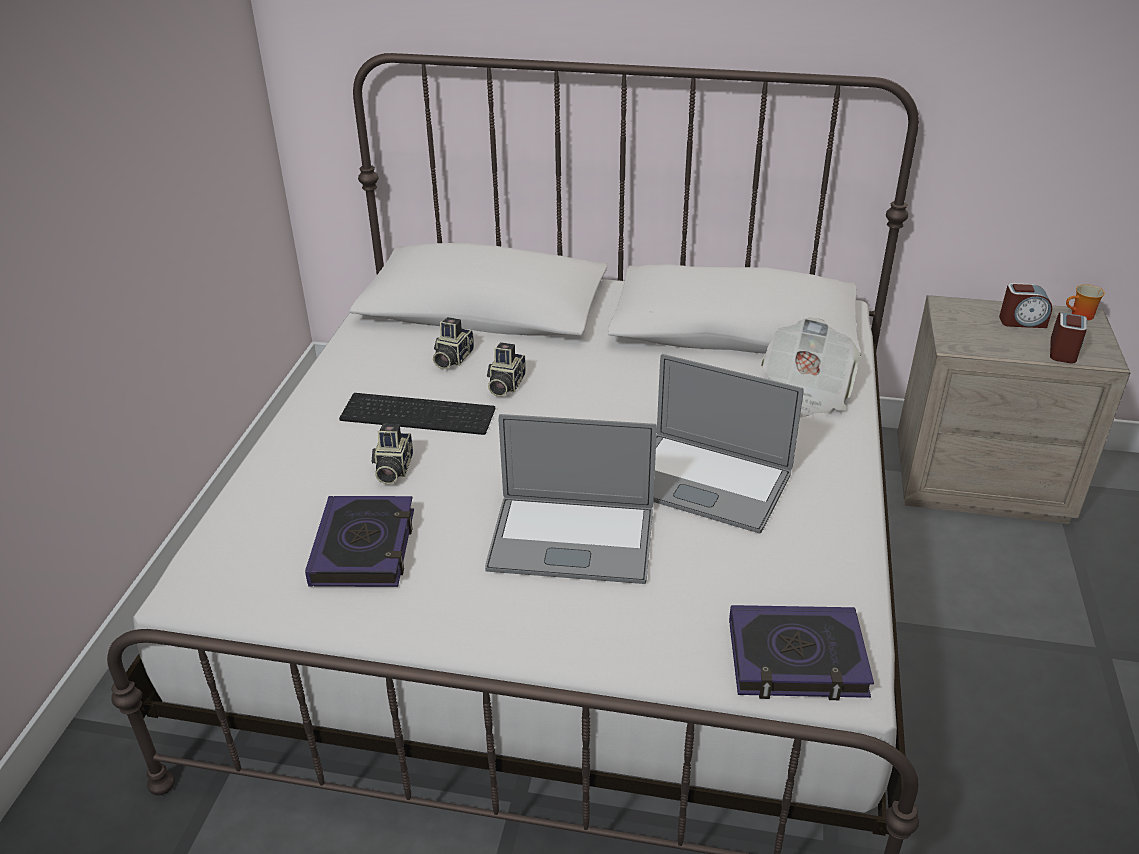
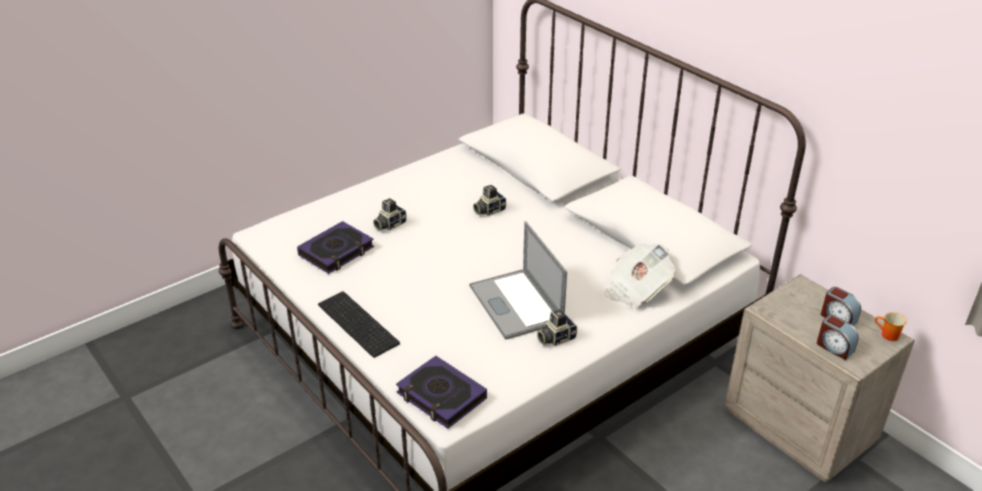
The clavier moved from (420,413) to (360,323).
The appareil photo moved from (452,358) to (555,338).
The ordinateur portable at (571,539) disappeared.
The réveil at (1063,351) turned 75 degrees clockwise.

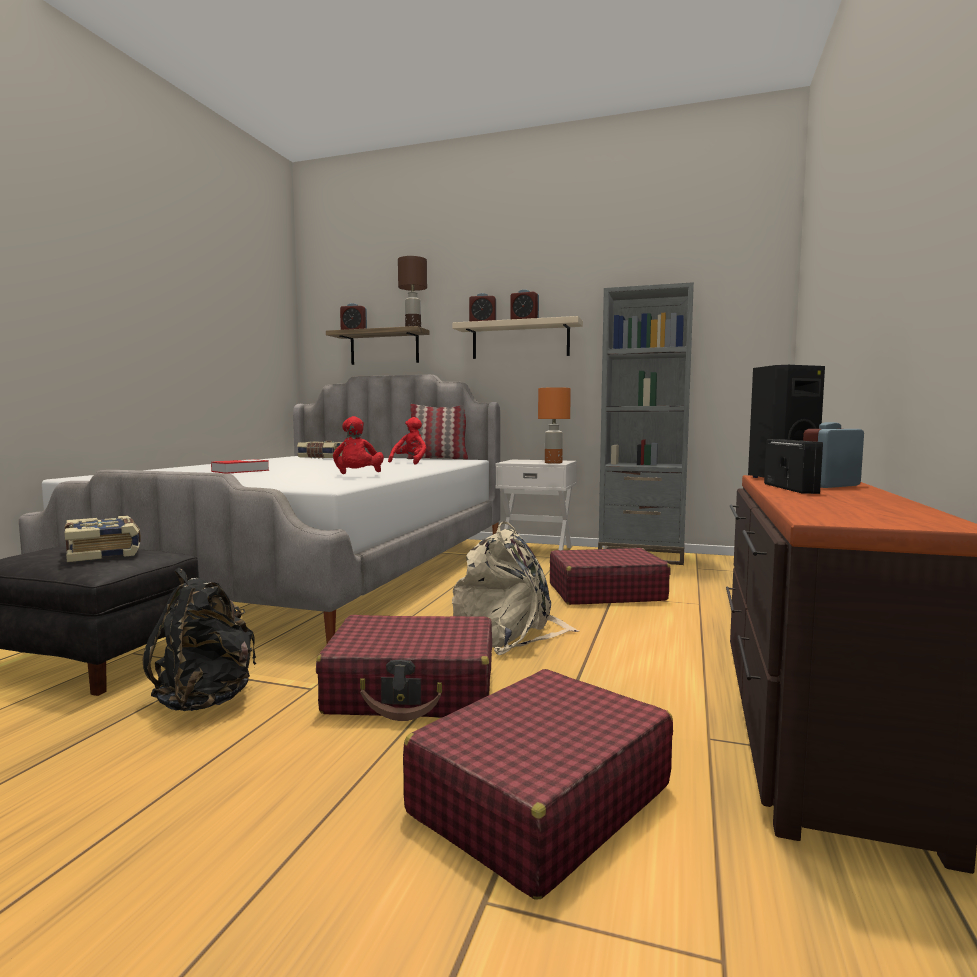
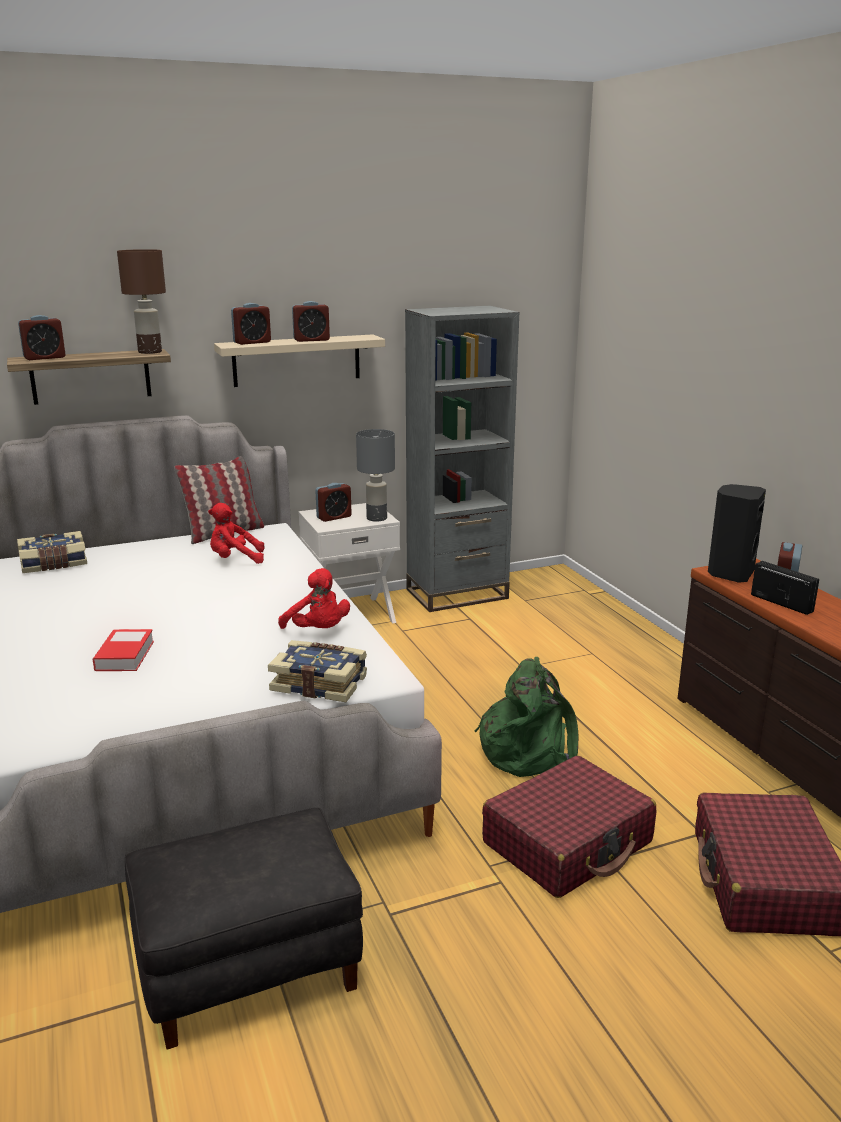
The livre moved from (105,553) to (320,683).
The sac à dos [noir] at (206,699) disappeared.
The peluche [rouge] at (410,463) turned 75 degrees counterclockwise.
The sac à dos [beige] at (510,635) became the sac à dos [vert] at (529,751).
The lampe de table [orange] at (552,463) became the lampe de table [gris] at (376,518).
The valise [rouge] at (605,592) disappeared.
The réveil at (334,517) appeared.

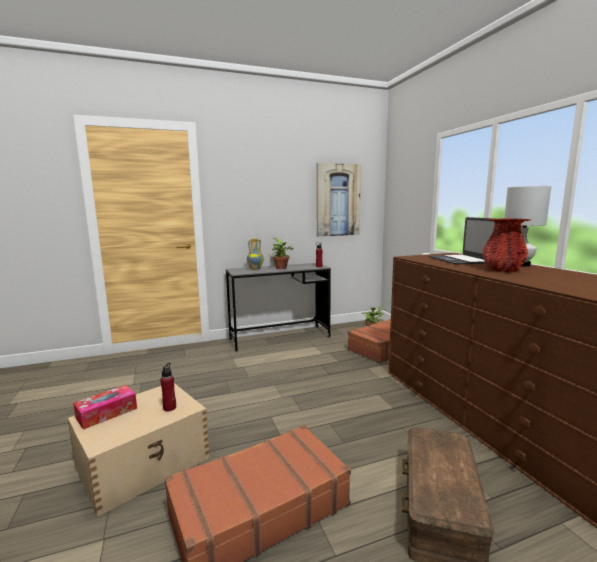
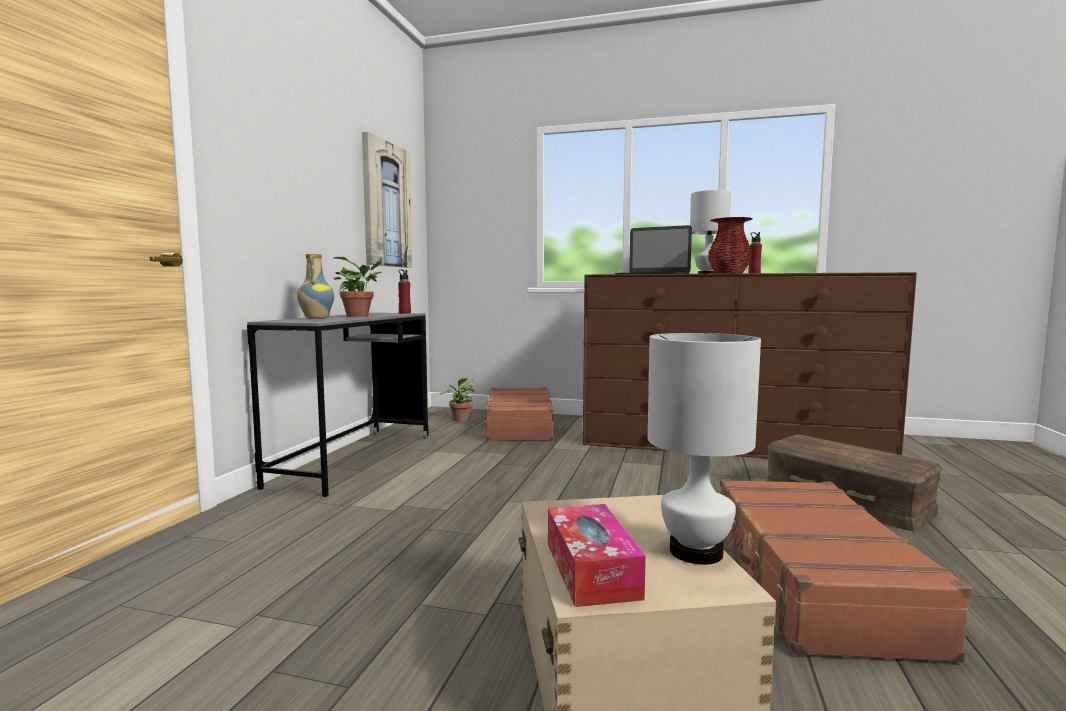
The bouteille [rouge] moved from (169,408) to (754,275).
The lampe de table [blanc] at (695,551) appeared.

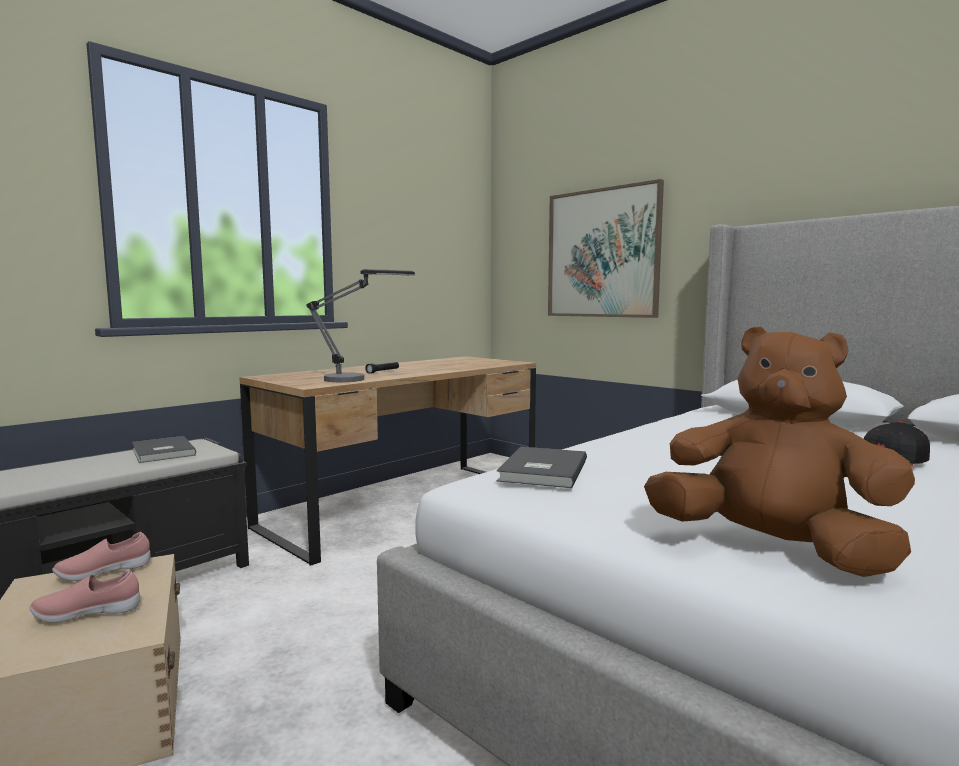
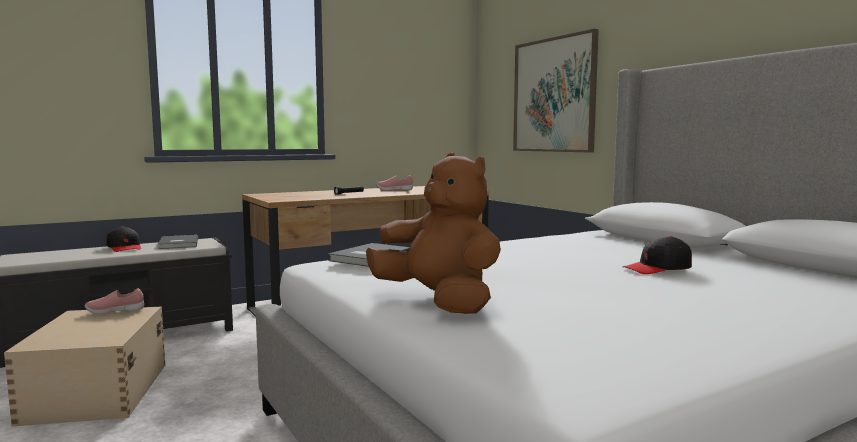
The chaussure [rose] moved from (88,614) to (394,190).
The lampe de table at (357,379) disappeared.
The casquette [noir] at (125,248) appeared.

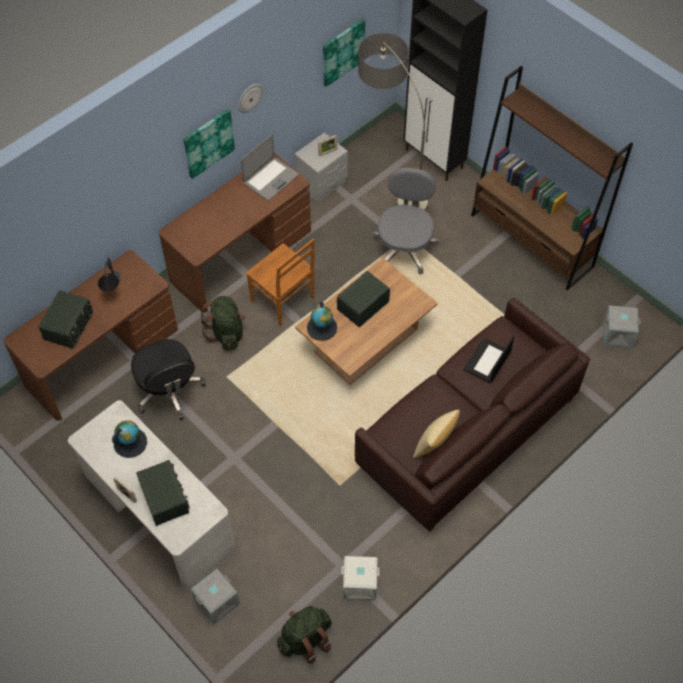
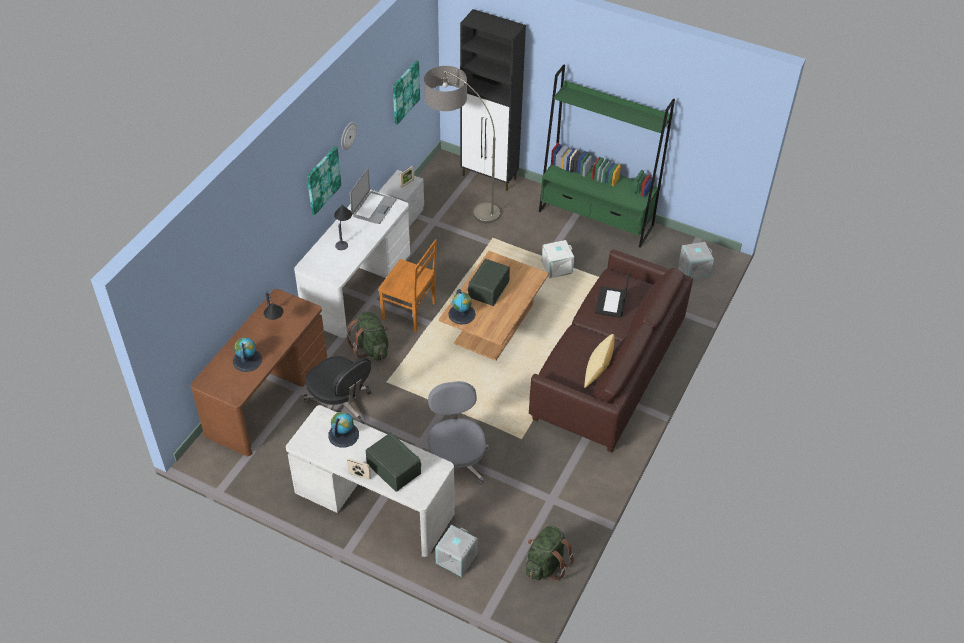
The radio at (69,326) was replaced by the globe at (247,360).
The bureau [marron] at (240,255) became the bureau [blanc] at (357,286).
The boîte de rangement [blanc] moved from (359,584) to (556,268).
The chaise de bureau [gris] moved from (404,247) to (456,462).
The bibliothèque [marron] at (532,241) became the bibliothèque [vert] at (596,219).
The lampe de table at (343,236) appeared.

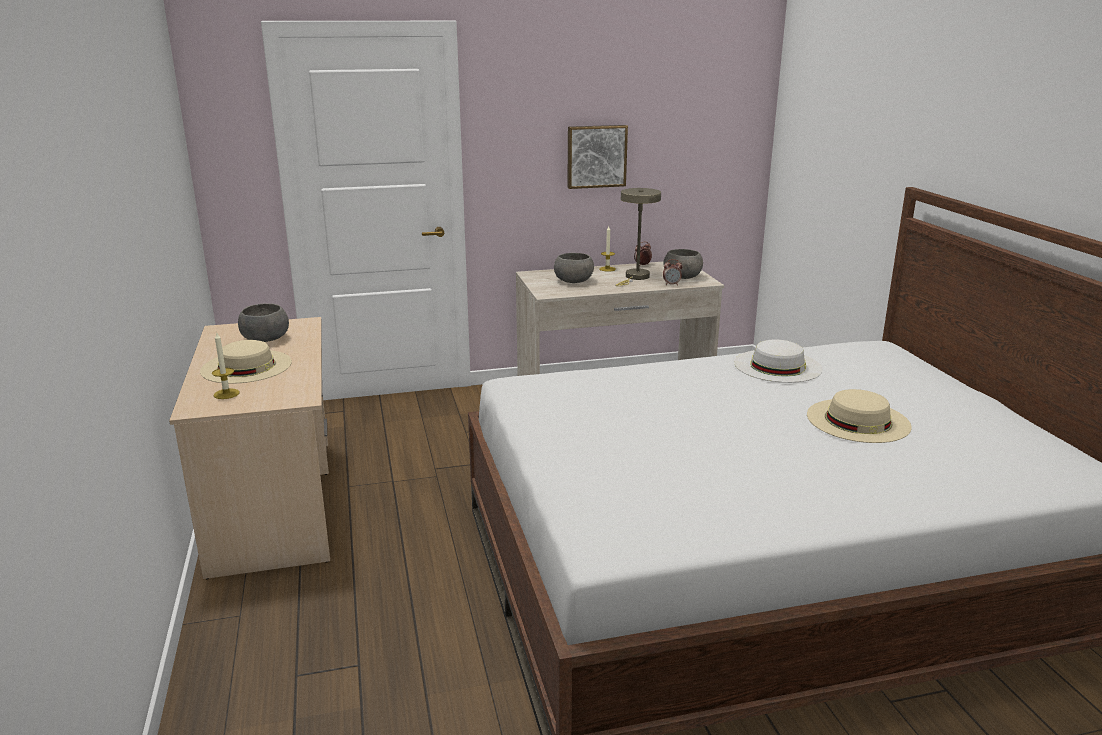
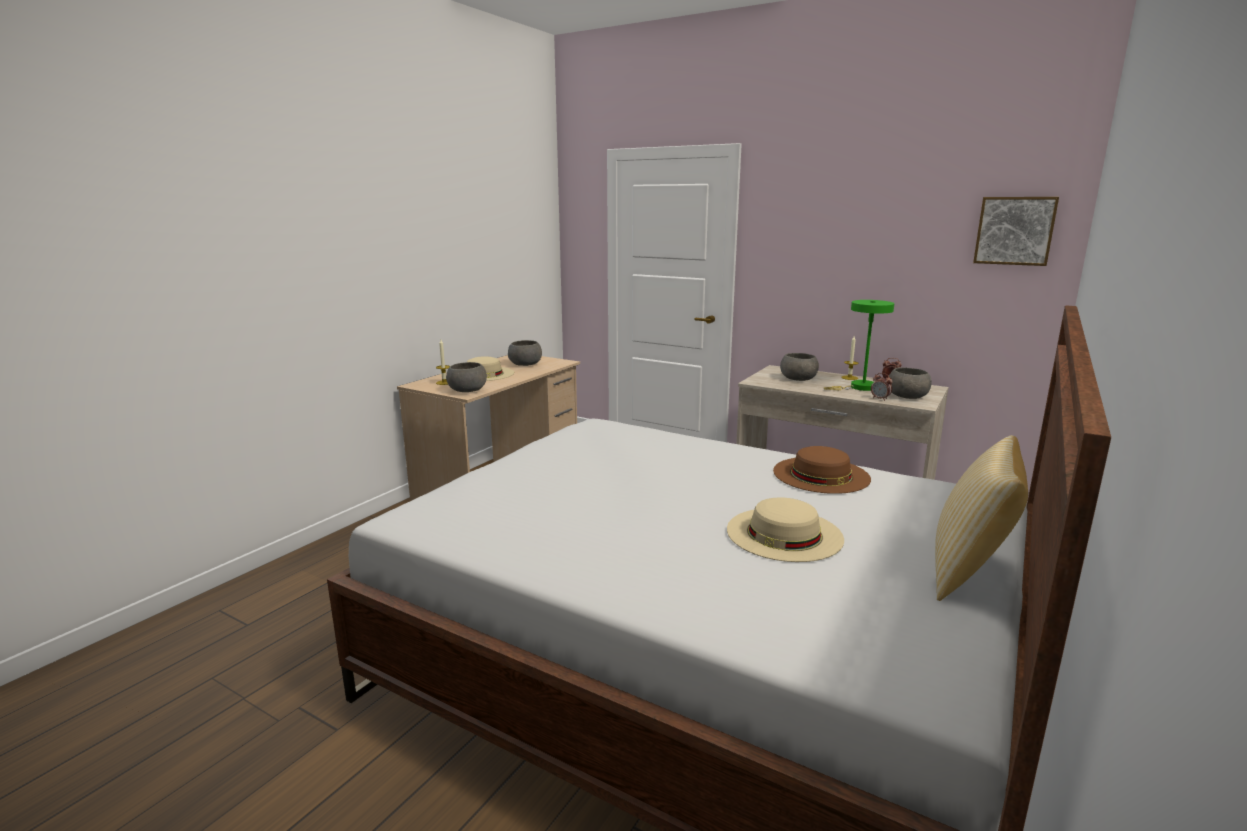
The tableau moved from (596,156) to (1014,230).
The lampe de table [beige] at (635,277) became the lampe de table [vert] at (859,388).
The chapeau [blanc] at (777,366) became the chapeau [marron] at (821,474).
The bol [gris] at (467,390) appeared.
The coussin at (969,572) appeared.

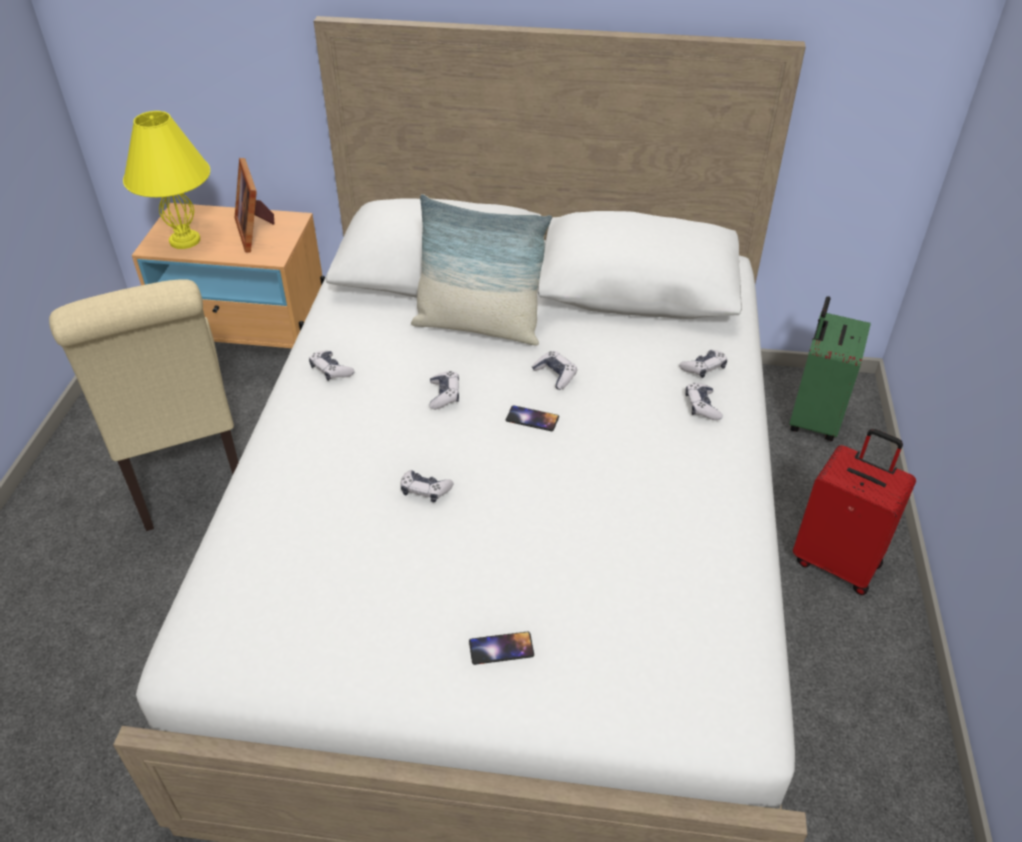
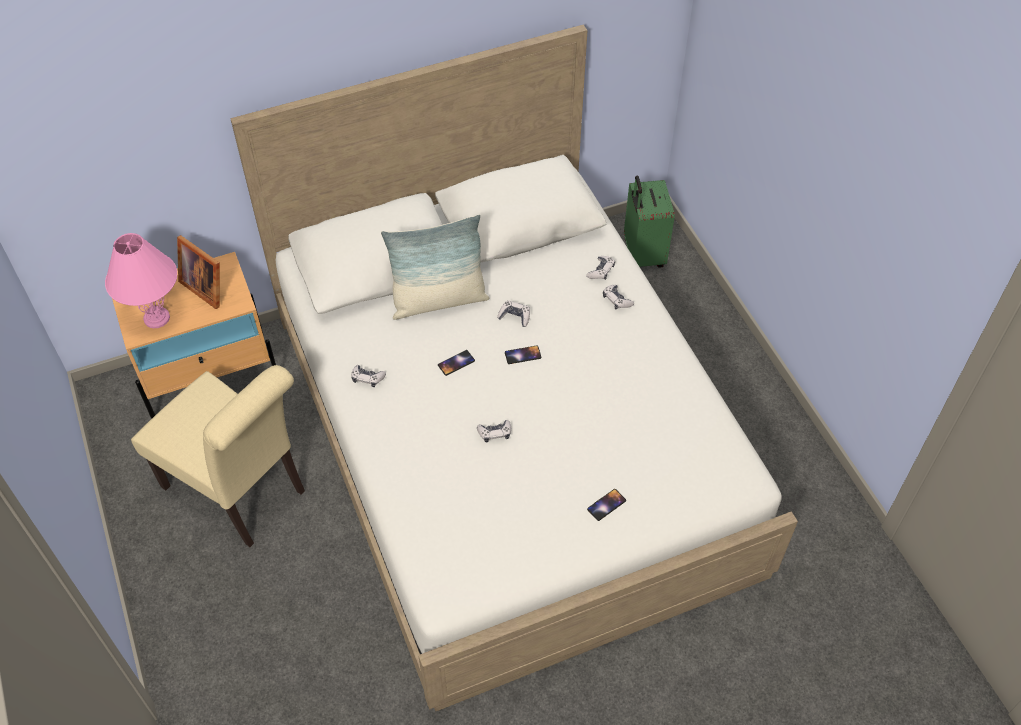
The lampe de table [jaune] at (185,240) became the lampe de table [rose] at (157,318).
The manette at (444,395) was replaced by the téléphone at (456,363).
The valise [rouge] at (837,561) disappeared.

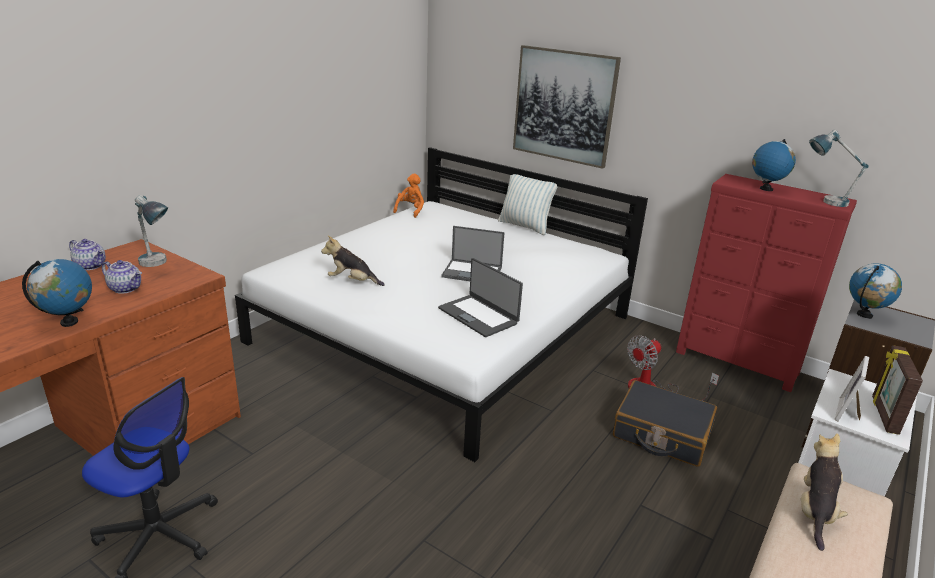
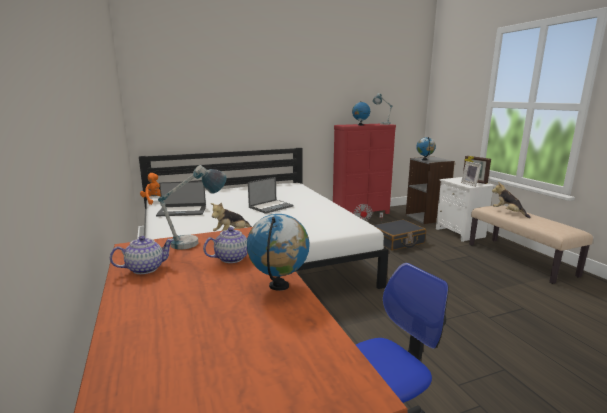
The ordinateur portable moved from (478,315) to (182,211).
The coussin at (525,226) disappeared.
The tableau at (564,106) disappeared.

